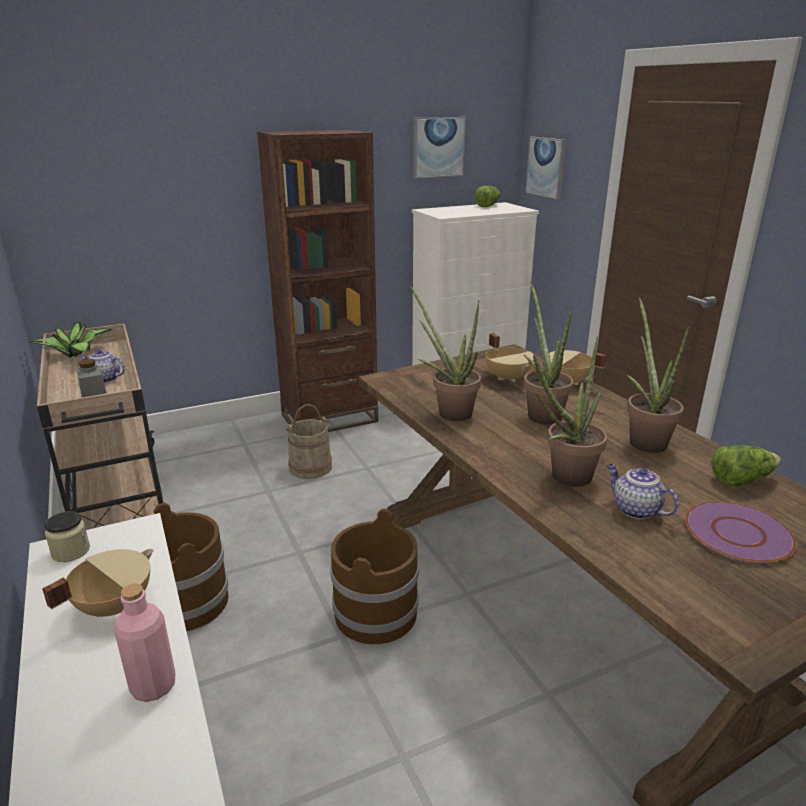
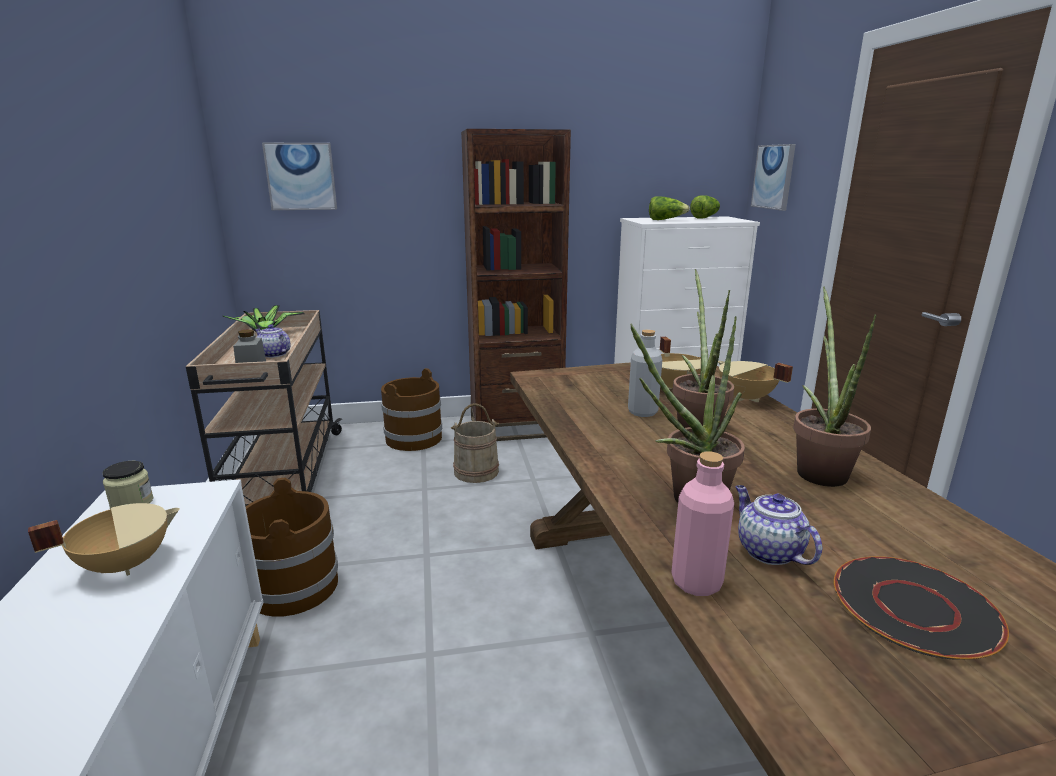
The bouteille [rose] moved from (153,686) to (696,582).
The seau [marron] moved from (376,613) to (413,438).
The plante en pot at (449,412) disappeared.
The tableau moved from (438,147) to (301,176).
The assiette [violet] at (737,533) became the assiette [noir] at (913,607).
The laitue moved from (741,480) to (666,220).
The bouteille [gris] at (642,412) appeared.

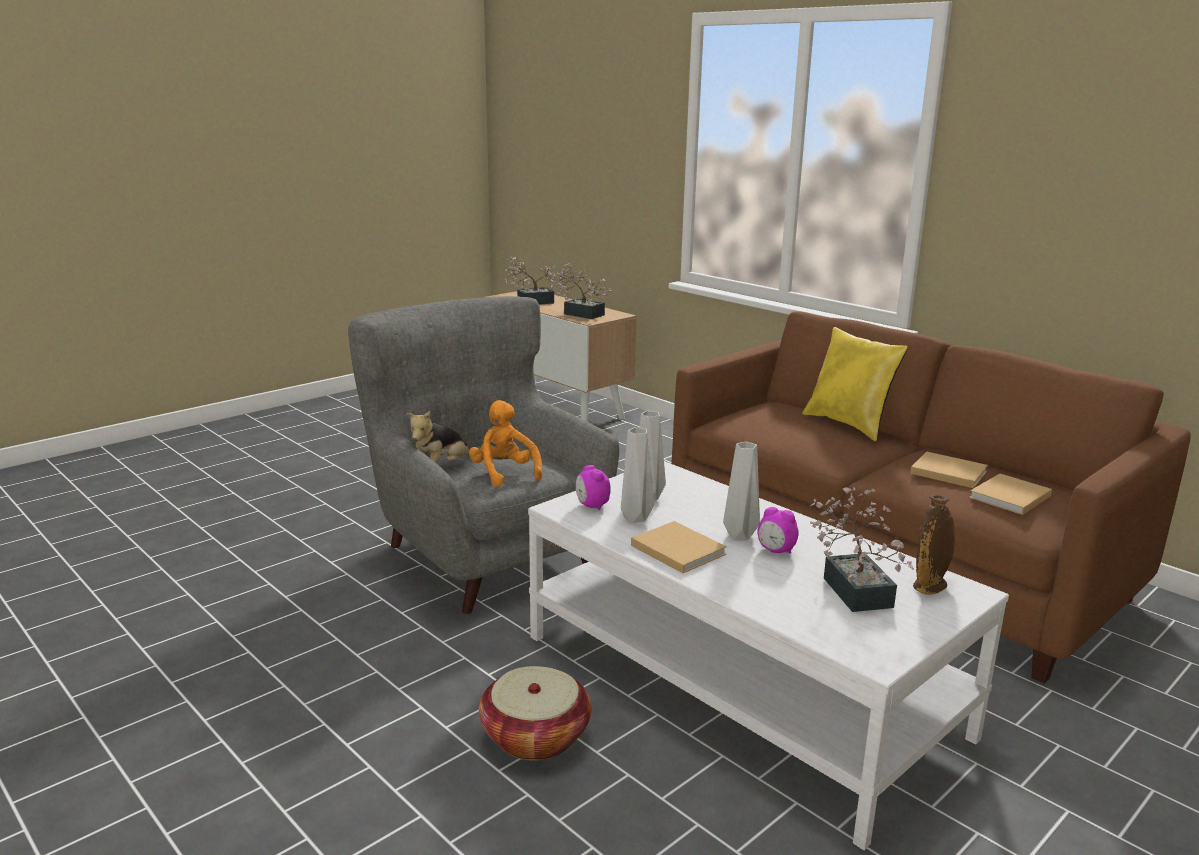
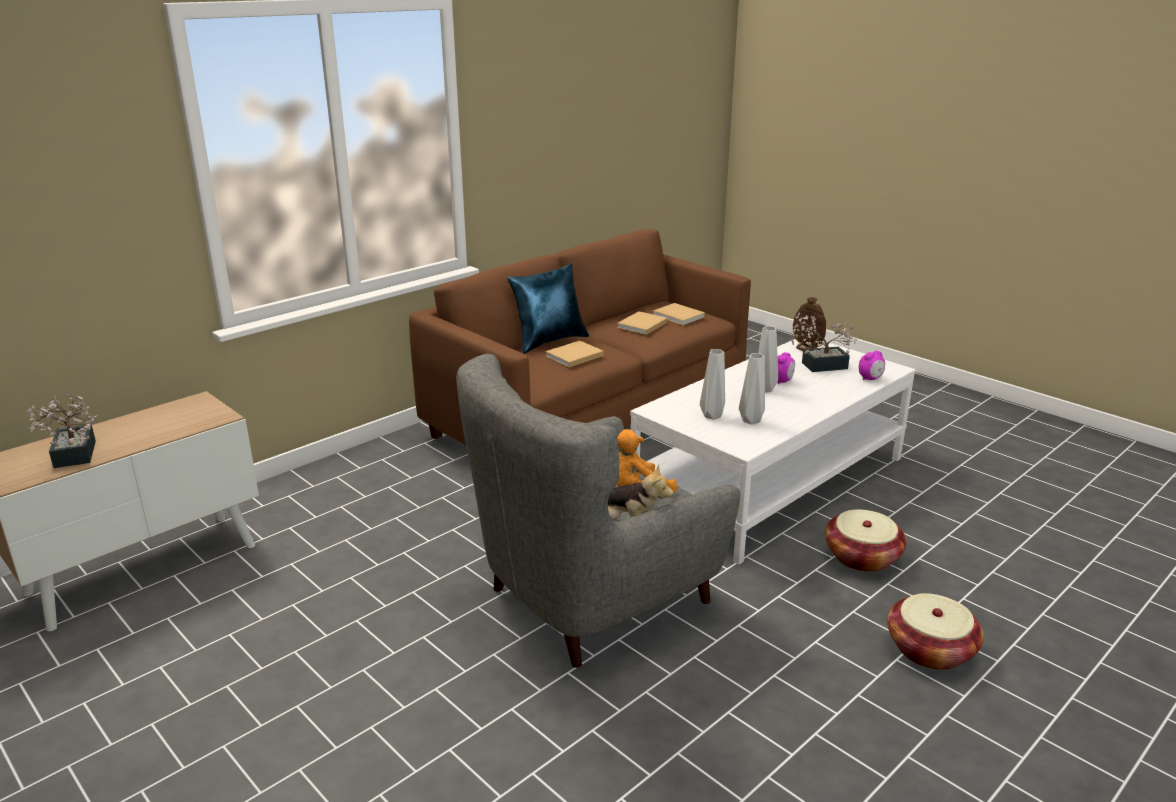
The plante en pot at (580,313) disappeared.
The réveil moved from (592,506) to (870,379).
The livre [beige] moved from (676,549) to (573,356).
The coussin [jaune] at (849,425) became the coussin [bleu] at (549,341).
The panier at (930,650) appeared.

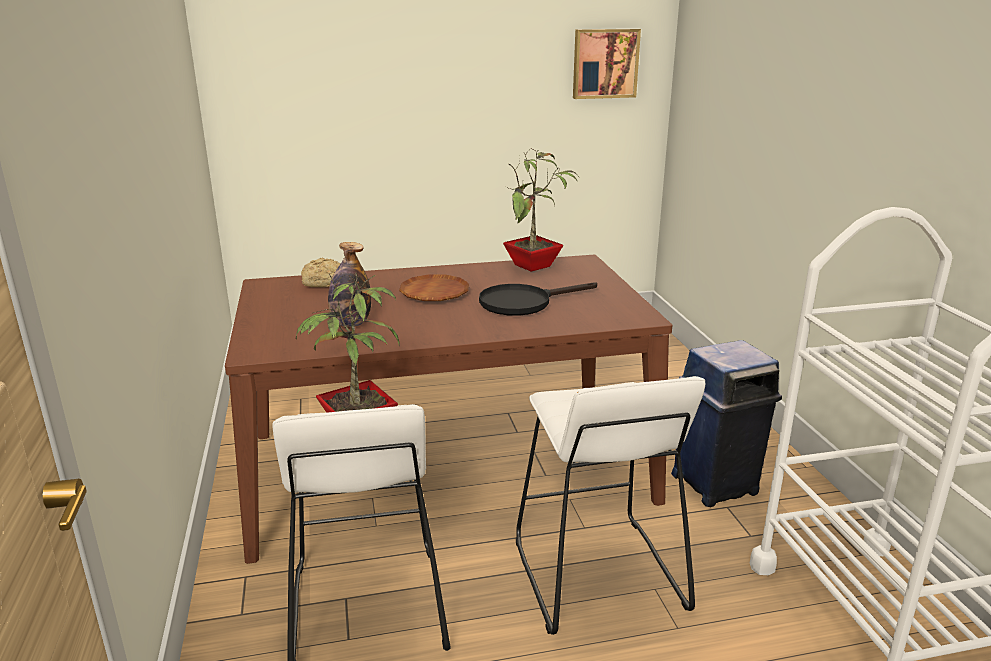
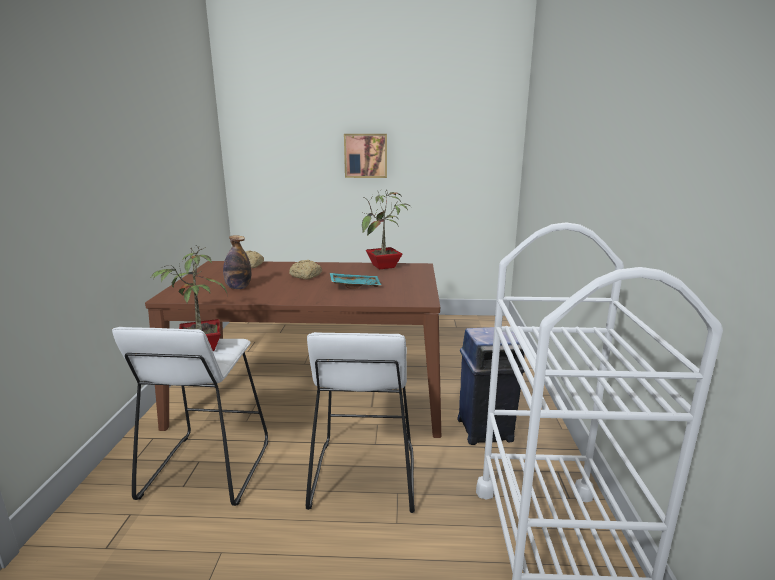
The assiette [marron] at (434,293) was replaced by the pain at (306,276).
The poêle [noir] at (524,302) was replaced by the plateau [turquoise] at (355,286).
The tableau moved from (605,63) to (366,155).

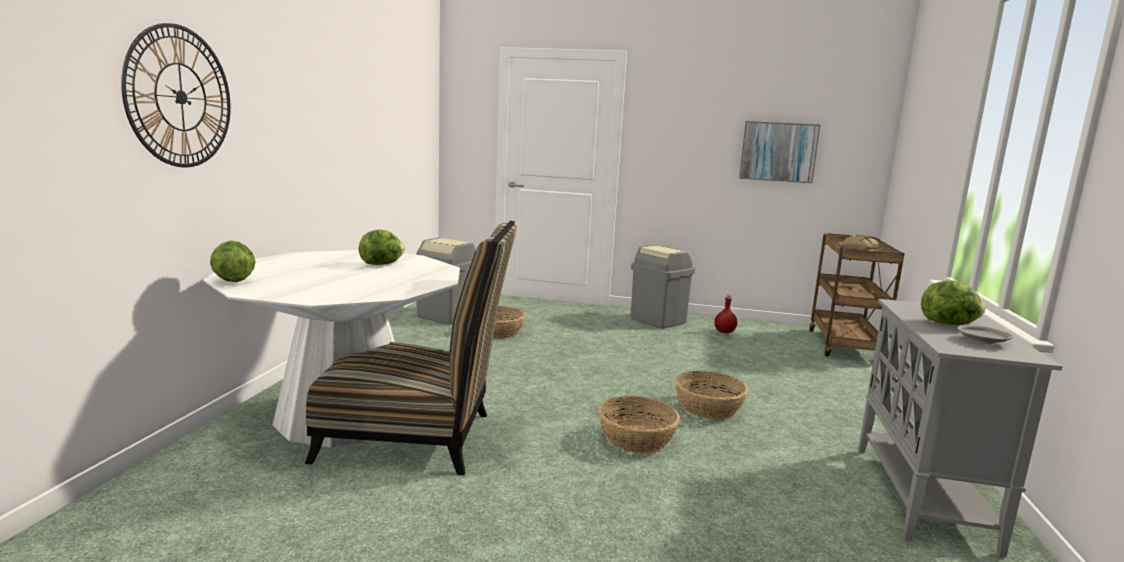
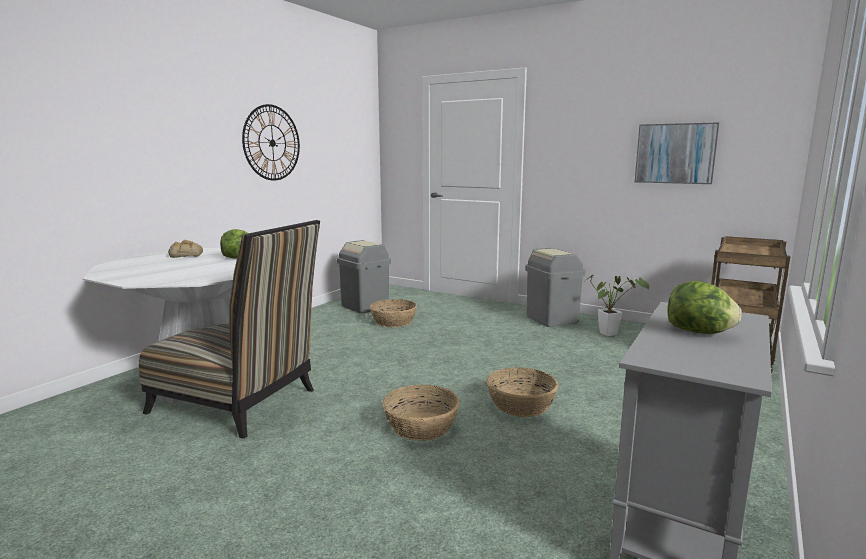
The horloge murale moved from (180,97) to (272,143).
The laitue at (232,281) disappeared.
The bouteille [rouge] at (725,332) was replaced by the plante en pot at (611,333).
The pain moved from (858,247) to (186,255).
The assiette [gris] at (983,341) disappeared.

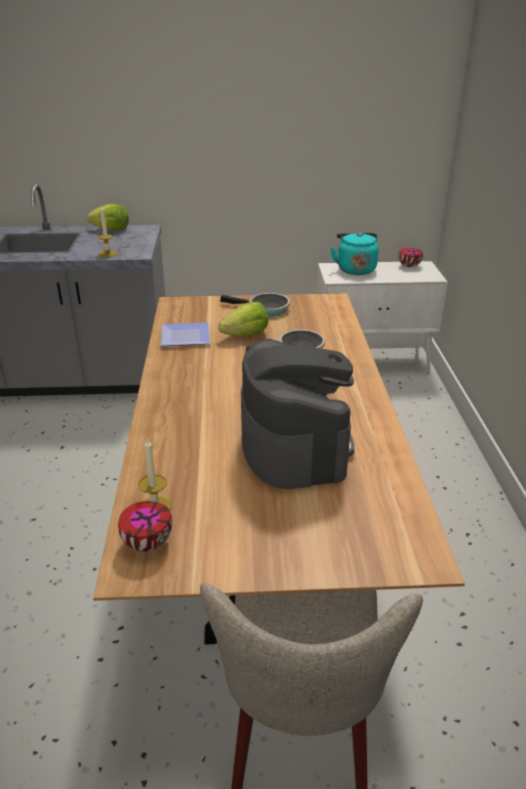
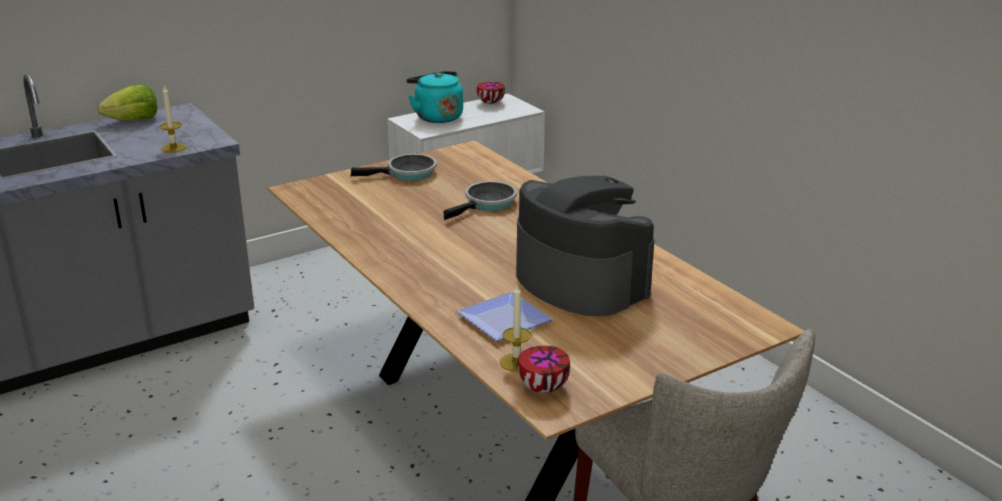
The assiette moved from (187,337) to (507,320).
The laitue at (246,335) disappeared.

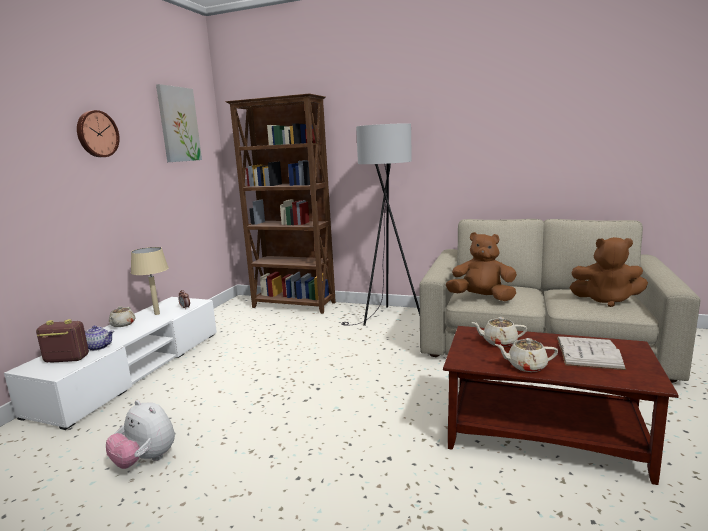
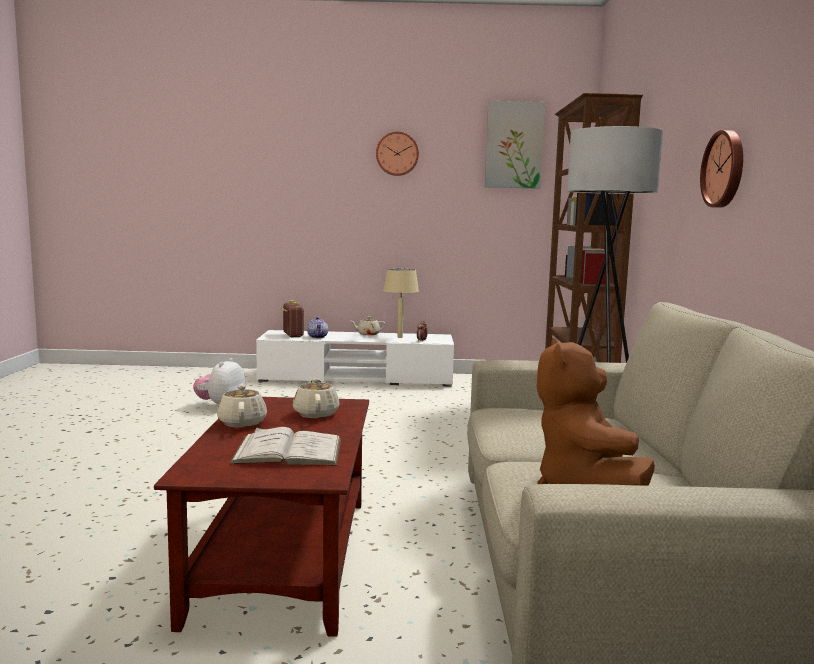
The peluche [marron] at (482,298) disappeared.
The horloge murale at (725,169) appeared.

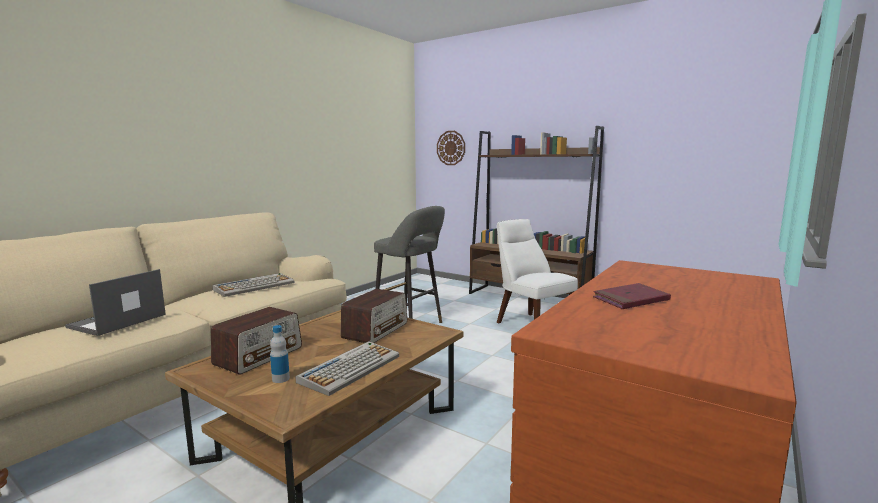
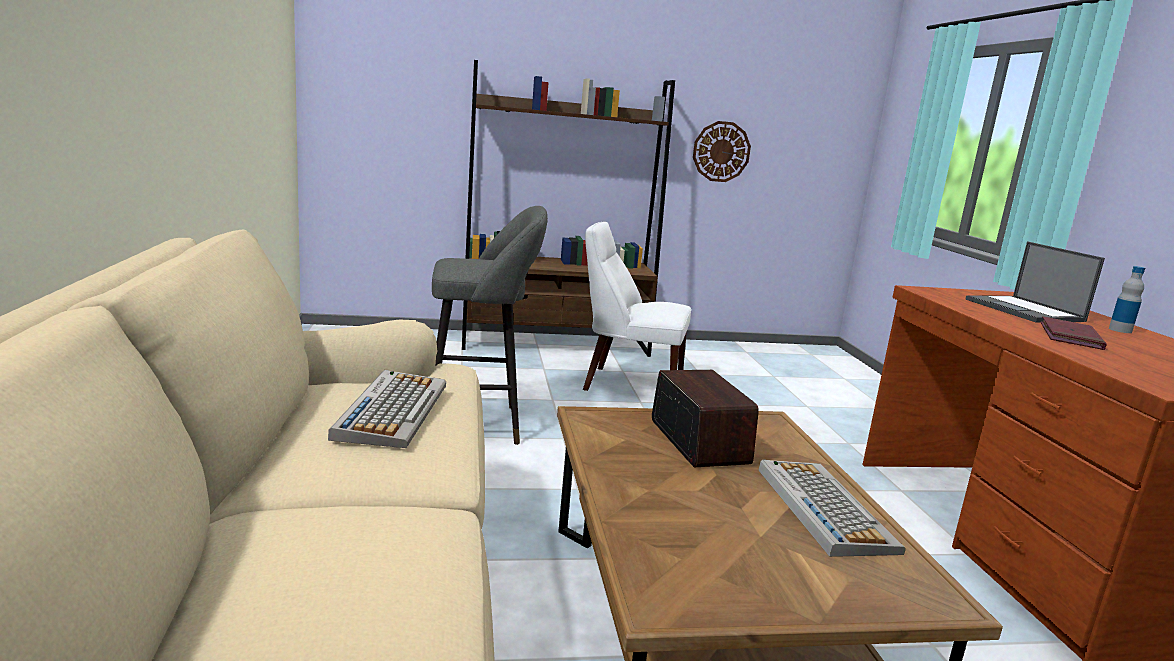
The ordinateur portable moved from (117,321) to (1025,310).
The radio at (259,356) disappeared.
The bouteille moved from (280,379) to (1120,330).
The horloge murale moved from (451,148) to (721,151).

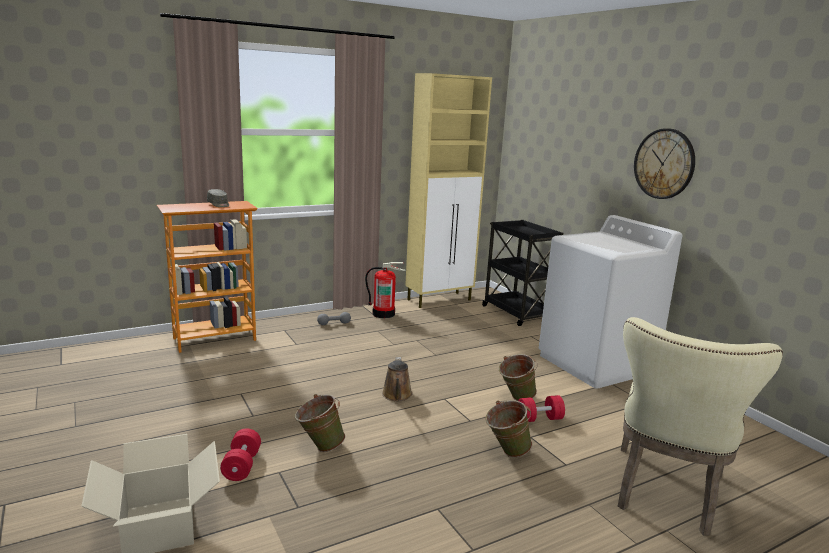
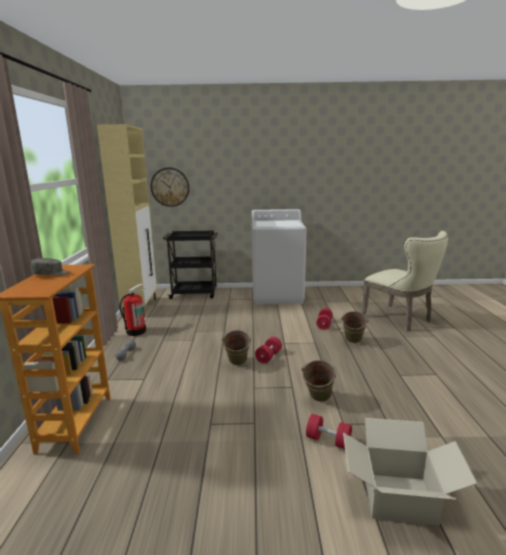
The arrosoir [marron] at (397,395) was replaced by the haltère [rouge] at (268,357).
The seau [vert] moved from (515,398) to (237,364).
The horloge murale moved from (664,164) to (170,187).

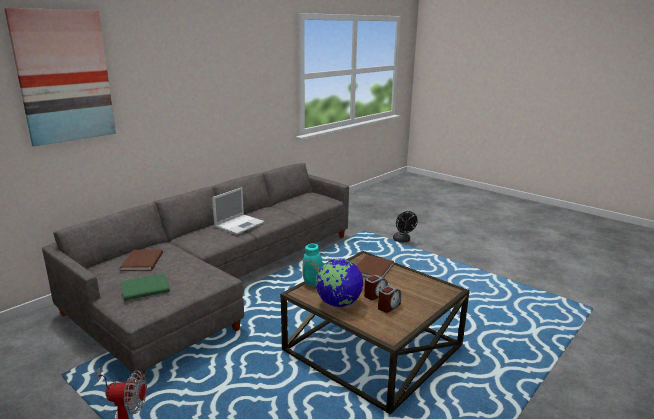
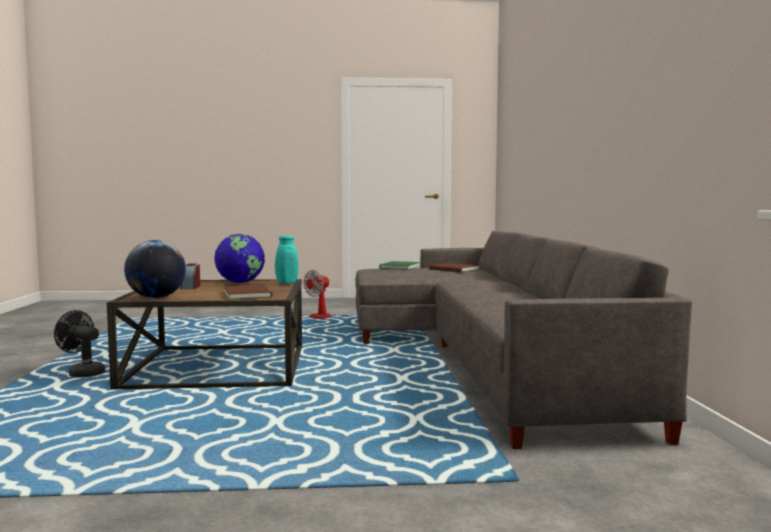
The tableau at (64,77) disappeared.
The ordinateur portable at (240,224) disappeared.
The réveil at (375,294) disappeared.
The ventilateur [noir] moved from (403,240) to (83,373).
The globe at (156,298) appeared.

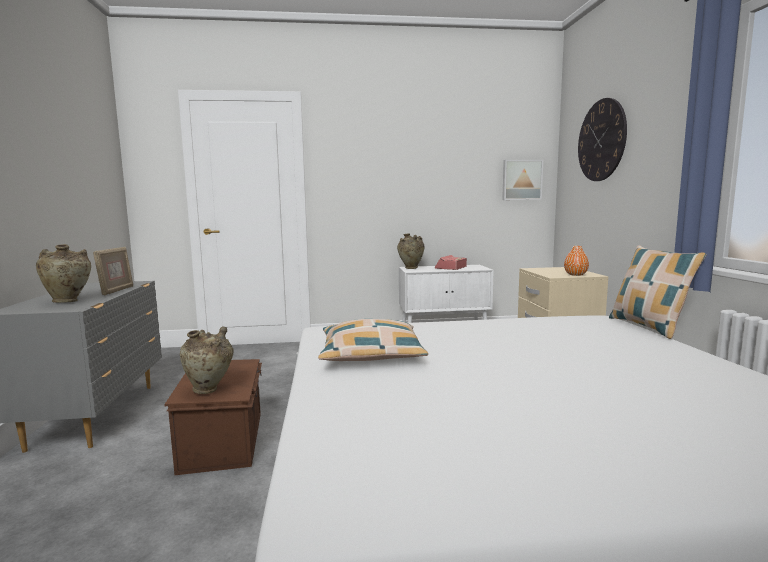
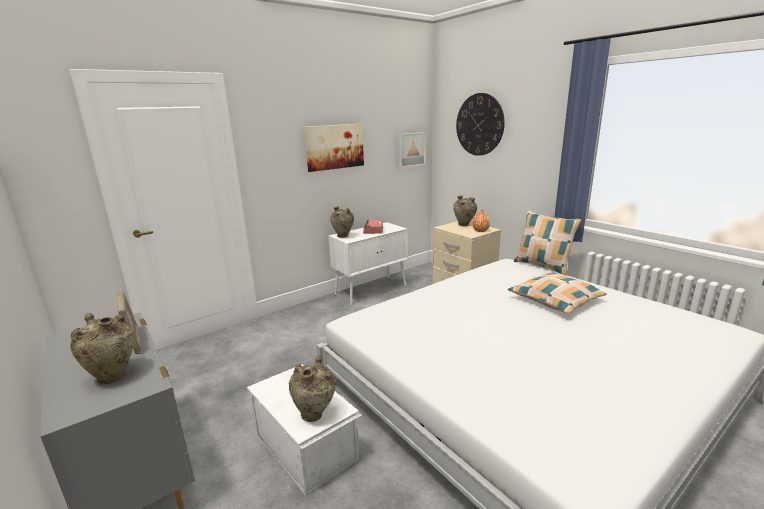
The boîte de rangement [marron] at (225,440) became the boîte de rangement [blanc] at (307,445).
The coussin moved from (371,354) to (555,300).
The tableau at (334,147) appeared.
The vase [beige] at (464,225) appeared.

